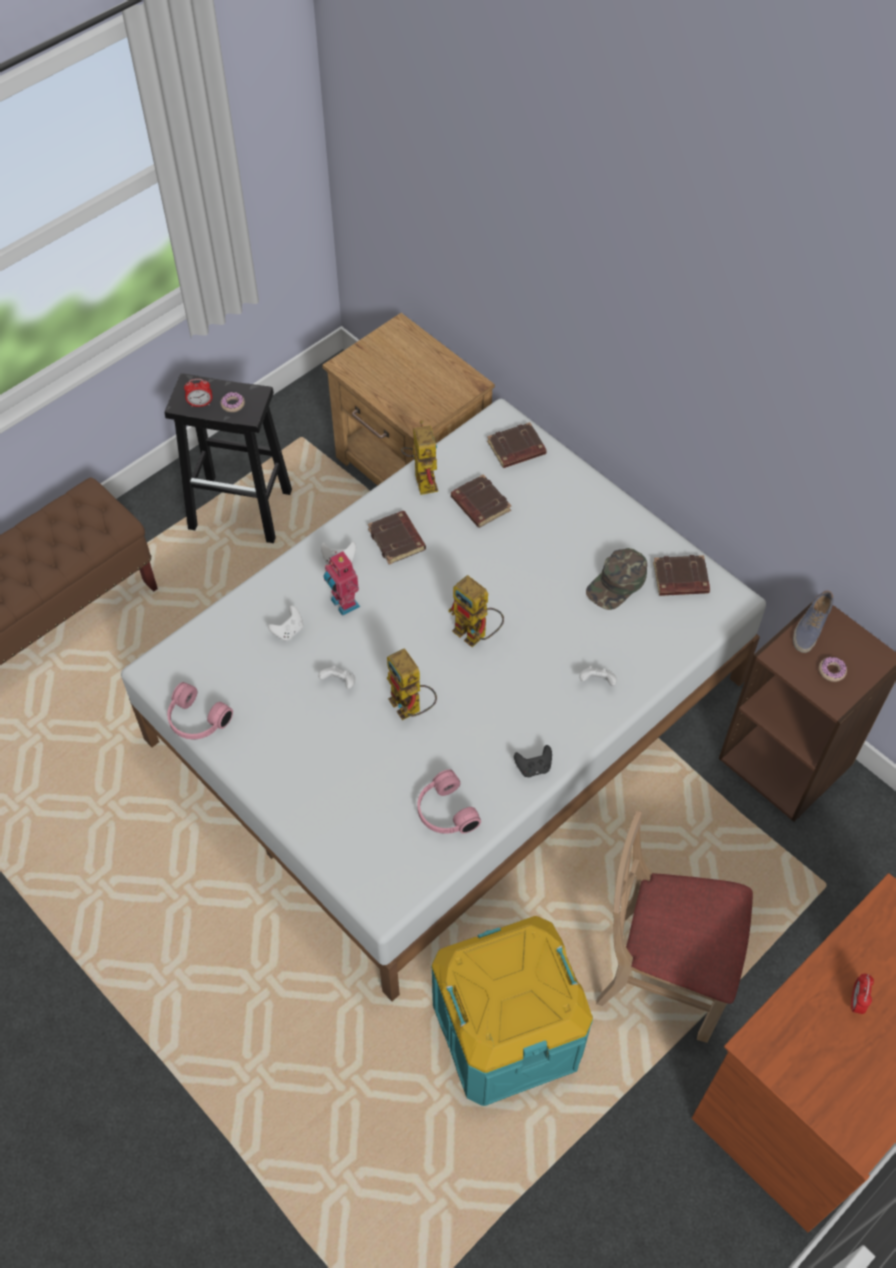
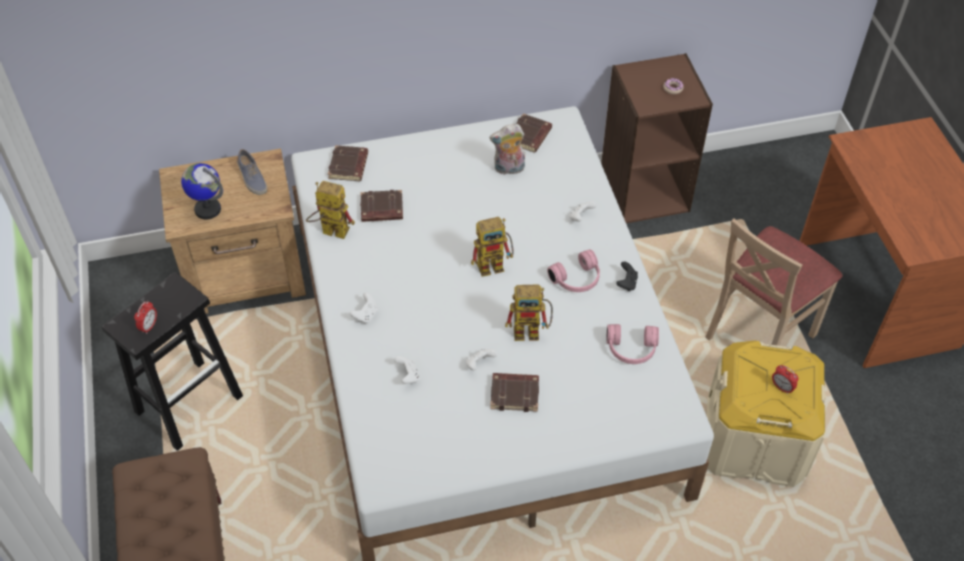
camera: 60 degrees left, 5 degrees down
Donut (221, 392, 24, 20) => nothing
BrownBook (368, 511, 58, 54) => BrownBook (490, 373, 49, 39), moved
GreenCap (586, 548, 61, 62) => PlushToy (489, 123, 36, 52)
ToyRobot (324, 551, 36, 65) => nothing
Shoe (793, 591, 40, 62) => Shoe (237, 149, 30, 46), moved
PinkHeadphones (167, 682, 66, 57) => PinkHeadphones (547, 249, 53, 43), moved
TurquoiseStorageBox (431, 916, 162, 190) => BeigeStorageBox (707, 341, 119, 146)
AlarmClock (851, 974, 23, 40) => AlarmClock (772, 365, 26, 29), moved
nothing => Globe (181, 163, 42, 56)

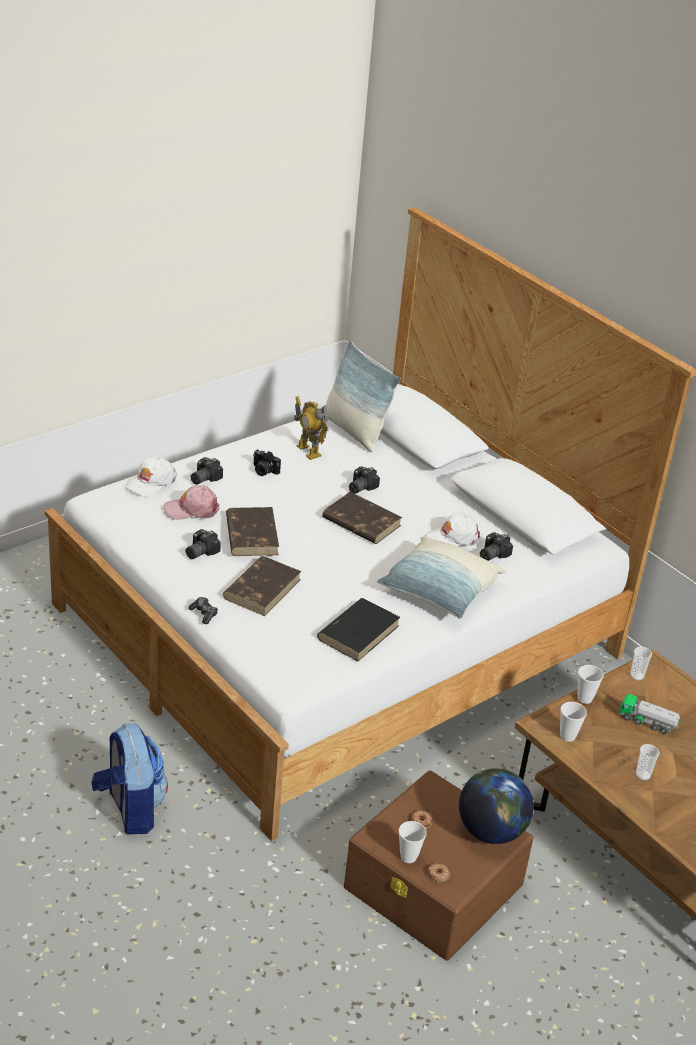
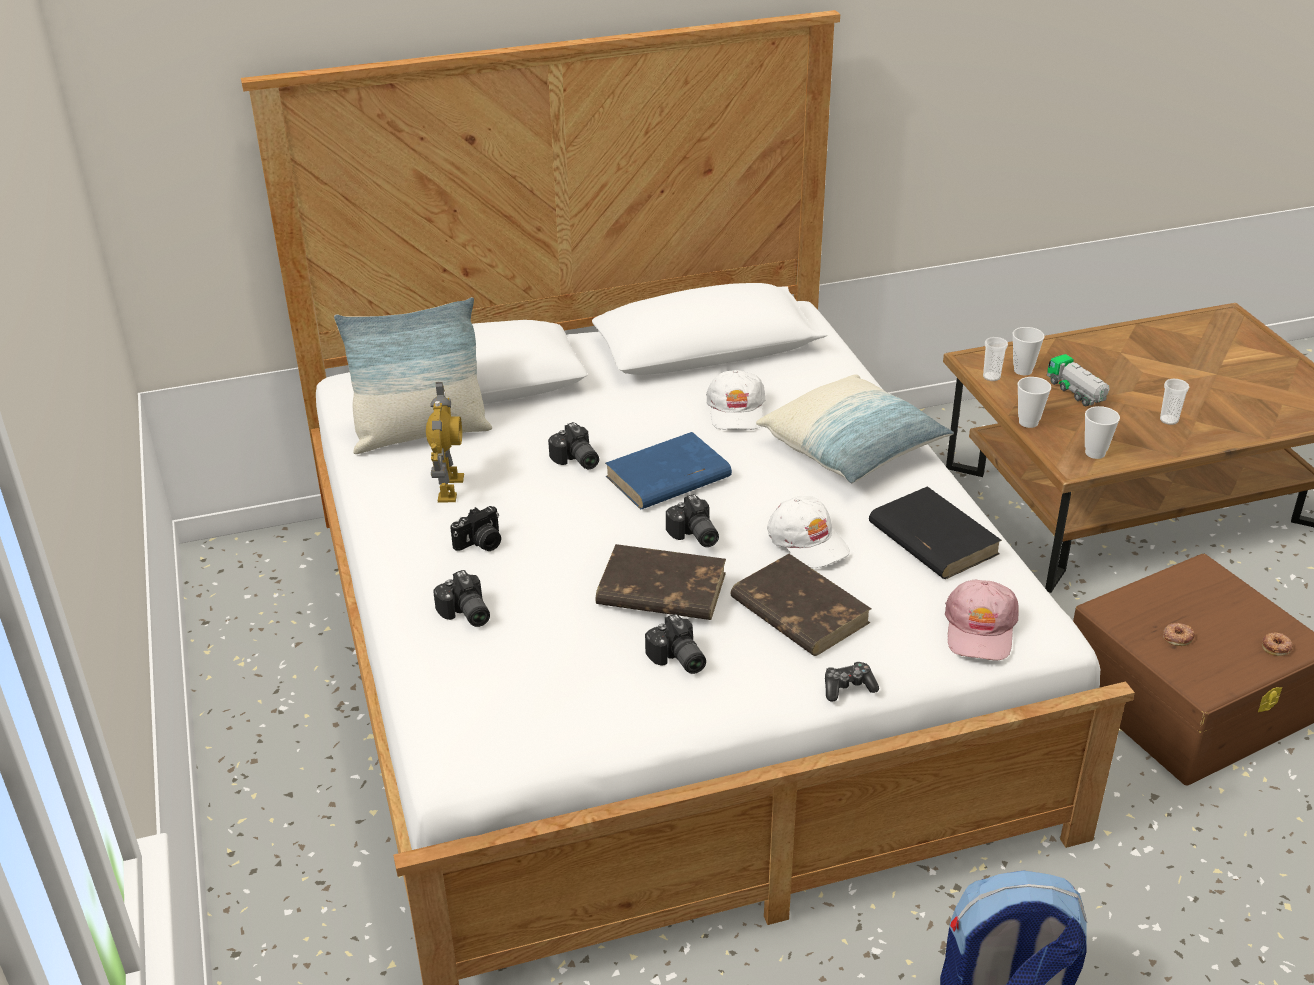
camera: 65 degrees left, 0 degrees up
ToyRobot (294, 396, 35, 64) => ToyRobot (426, 382, 38, 121), 75 degrees counterclockwise
WhiteCap (126, 456, 51, 41) => WhiteCap (767, 496, 83, 72), moved
PinkCap (164, 485, 56, 35) => PinkCap (945, 580, 74, 81), moved
BrownBook (322, 492, 80, 52) => BlueBook (605, 432, 127, 77)
PhotoCamera (480, 532, 33, 29) => PhotoCamera (666, 494, 53, 53), moved
ToyTruck (619, 694, 61, 40) => ToyTruck (1047, 354, 63, 53), 105 degrees clockwise
Globe (459, 768, 75, 76) => nothing
Cup (399, 821, 28, 42) => Cup (1012, 327, 32, 48), moved

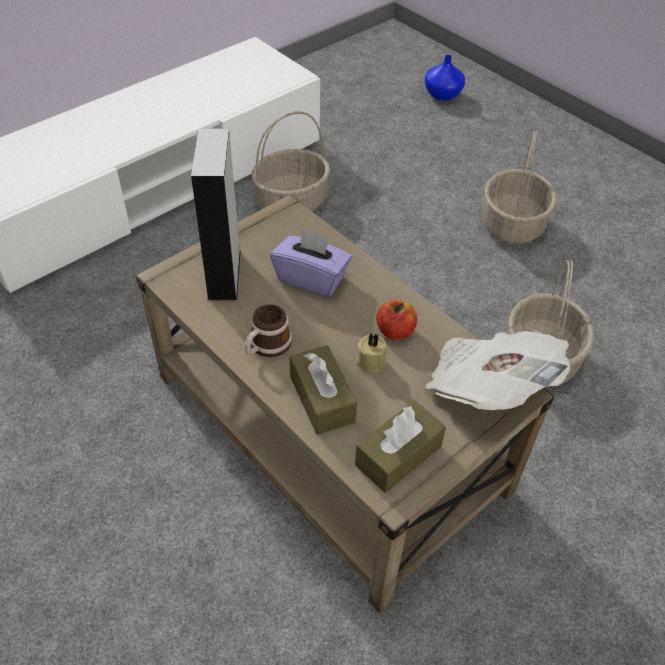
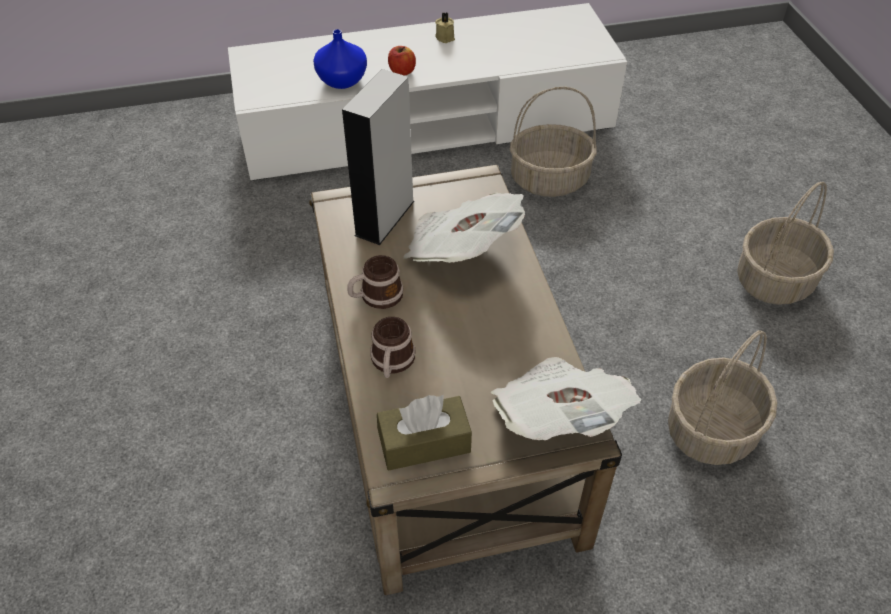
camera: 30 degrees right, 0 degrees up
BlueVase (425, 55, 40, 46) => BlueVase (313, 29, 54, 60), moved
PurpleTissueBox (270, 228, 82, 69) => Newspaper (403, 193, 122, 70)
Apple (376, 300, 41, 40) => Apple (388, 46, 28, 30), moved
BeigeCandle (356, 332, 31, 41) => BeigeCandle (435, 12, 20, 31), moved
BrownTissueBox (290, 345, 67, 90) => Mug (370, 317, 45, 61)

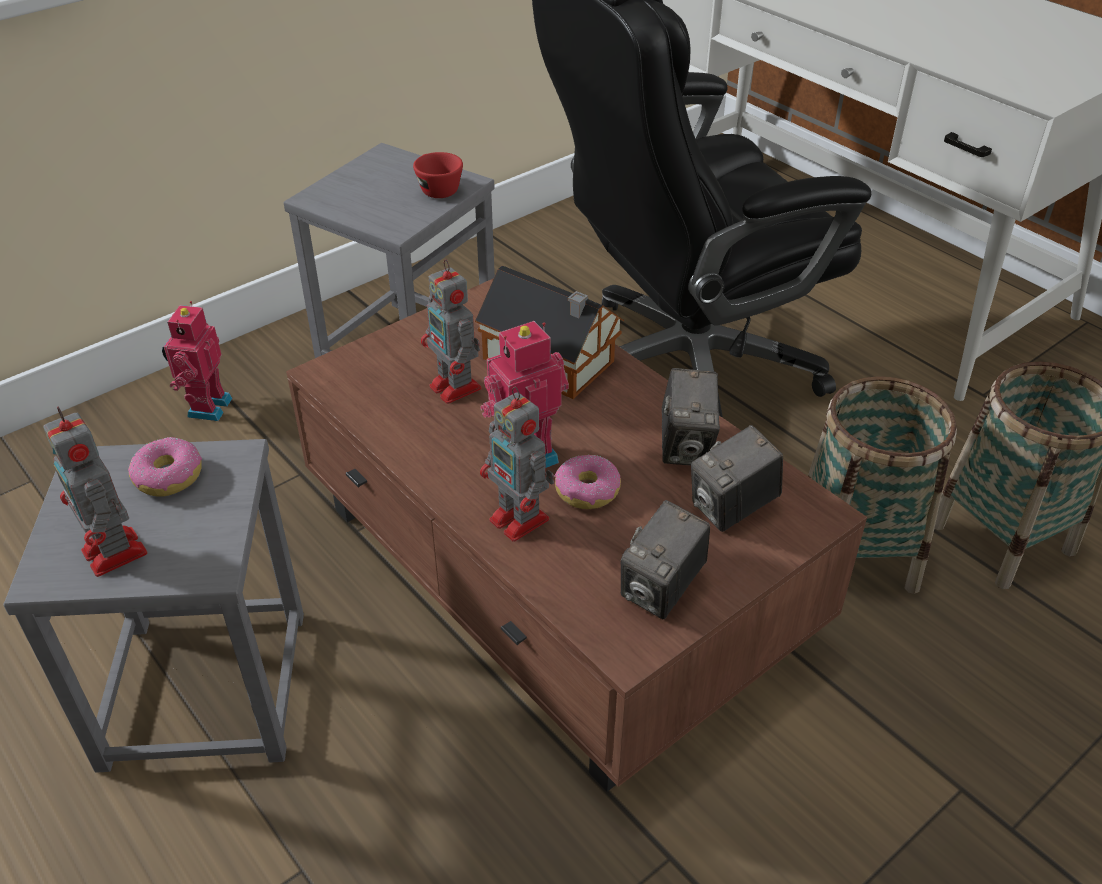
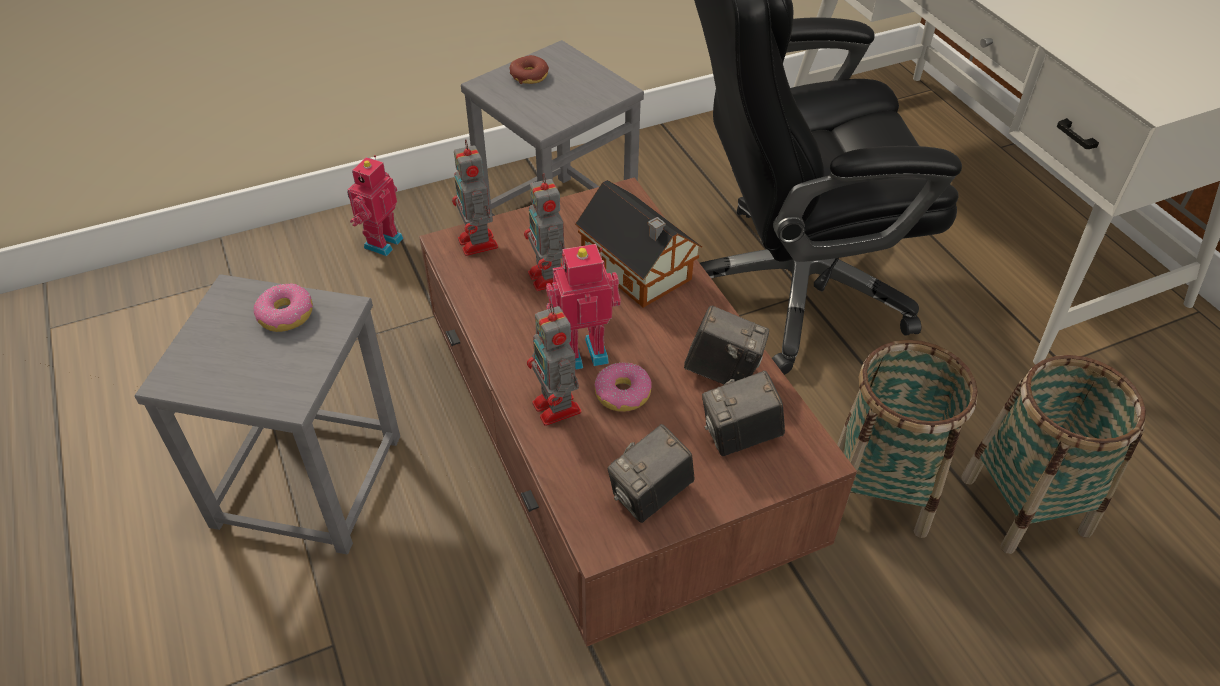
camera: 15 degrees right, 5 degrees up
RedCup (413, 152, 50, 46) => nothing
PhotoCamera (662, 368, 58, 98) => PhotoCamera (684, 305, 85, 79), 90 degrees counterclockwise
ToyRobot (43, 407, 105, 170) => ToyRobot (452, 139, 46, 117), moved
nothing => Donut (510, 55, 39, 29)

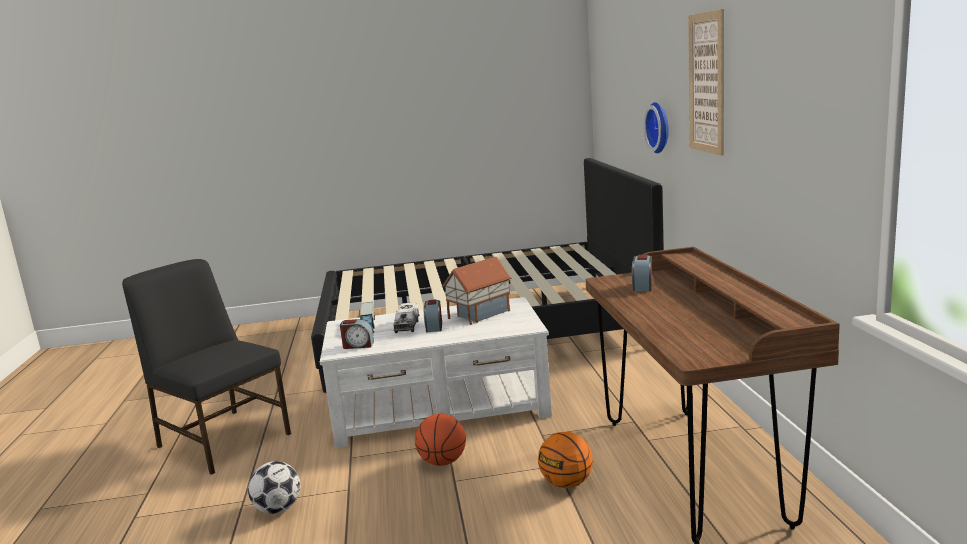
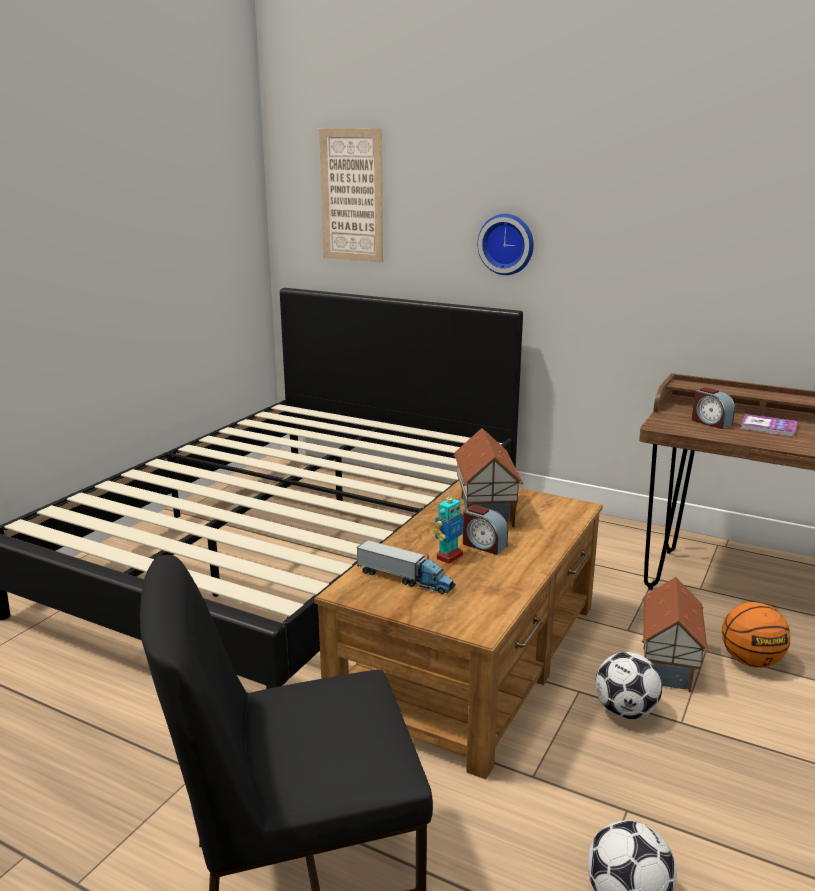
camera: 55 degrees left, 5 degrees up
Picture (688, 9, 36, 147) => Picture (319, 128, 64, 135), moved
WhiteCoffeeTable (320, 297, 232, 151) => BrownCoffeeTable (314, 481, 289, 299)
ToyTruck (394, 303, 26, 30) => ToyRobot (433, 491, 30, 73)
AlarmClock (340, 319, 34, 30) => nothing
Basketball (415, 414, 51, 52) => Football (595, 652, 67, 67)
nothing => Book (741, 414, 57, 23)
nothing => ToyHouse (641, 577, 68, 116)

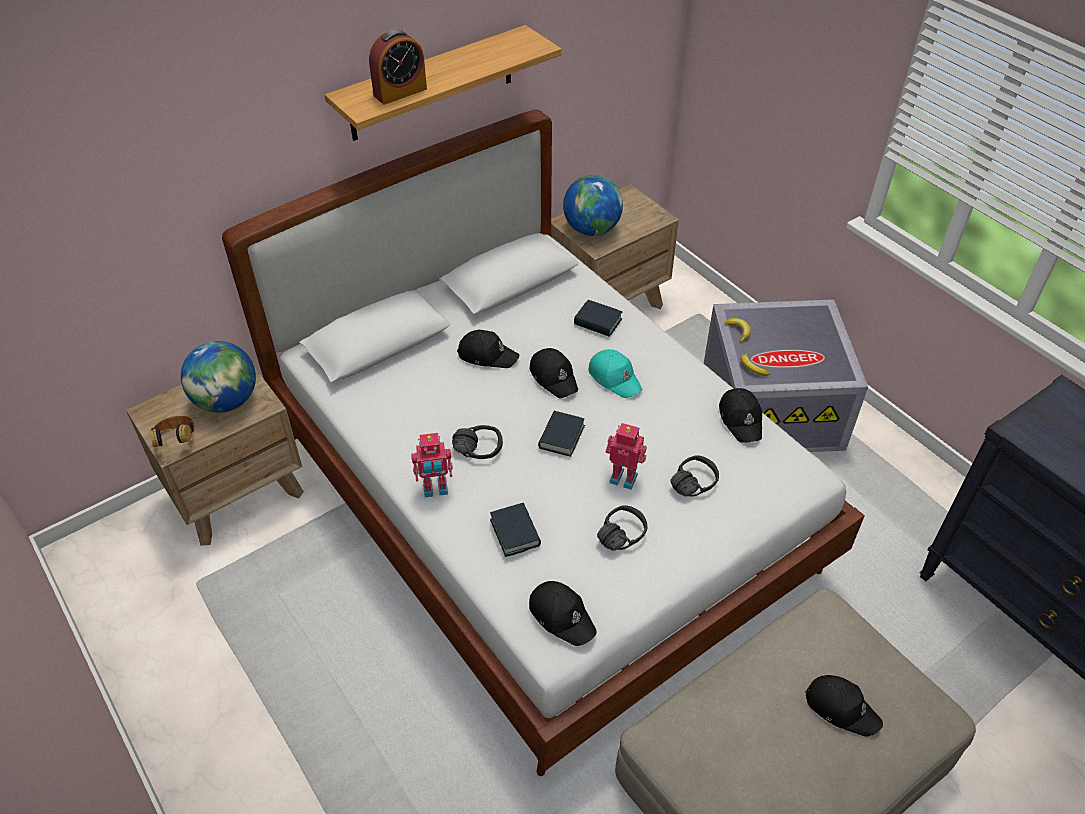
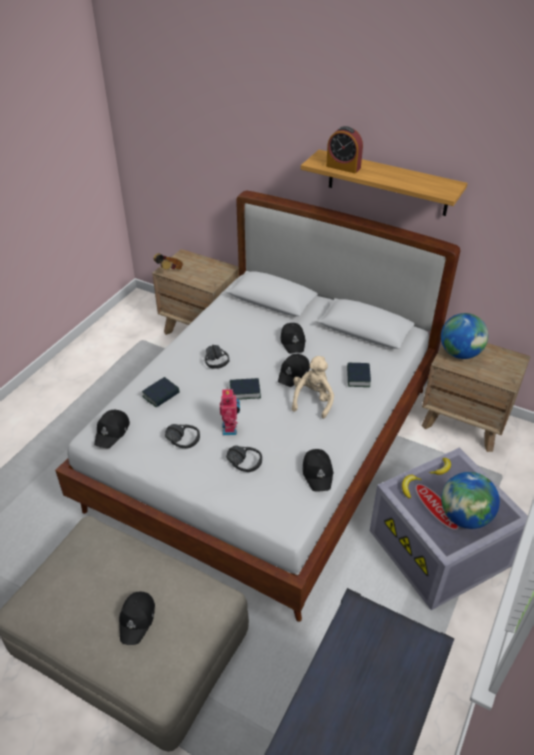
camera: 65 degrees right, 5 degrees down
Globe (181, 341, 75, 72) => Globe (441, 472, 59, 57), moved
TurquoiseCap (589, 349, 53, 49) => BeigePlushToy (292, 356, 42, 63)
BlackCap (719, 388, 43, 55) => BlackCap (303, 449, 31, 43), 60 degrees counterclockwise
ToyRobot (411, 433, 42, 64) => nothing

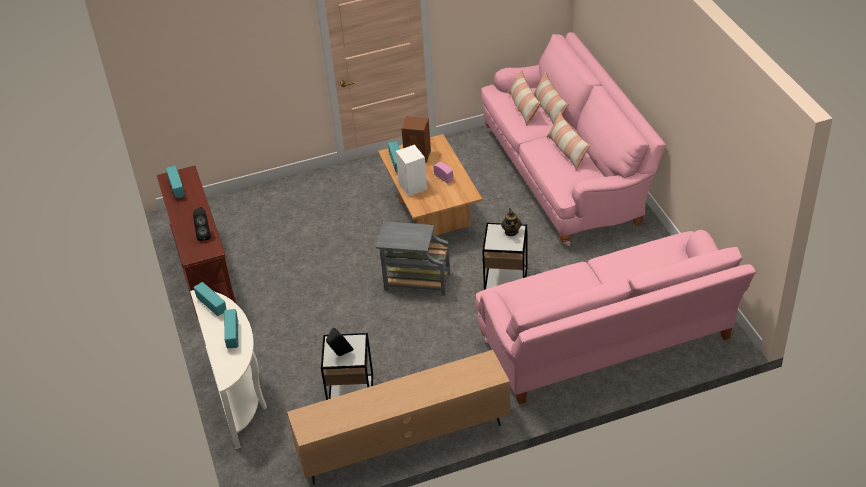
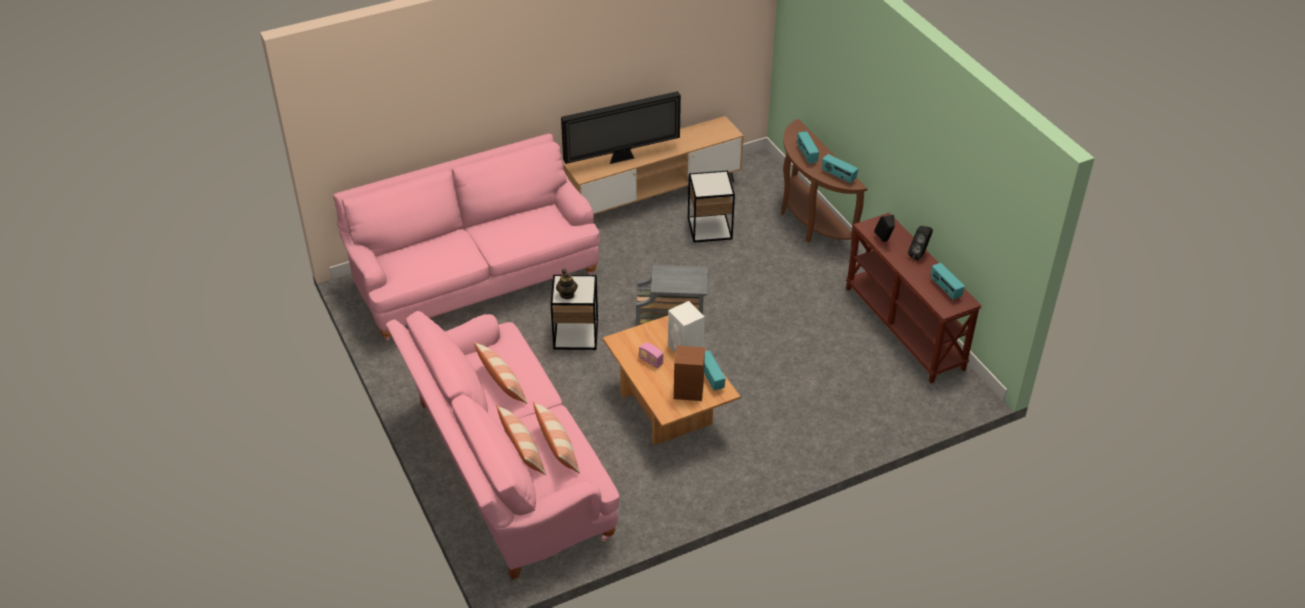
camera: 170 degrees right, 0 degrees up
WhiteConsoleTable (190, 290, 76, 159) => BrownConsoleTable (781, 119, 86, 128)
BlackSpeaker (326, 328, 27, 28) => BlackSpeaker (908, 226, 25, 35), moved
nothing => Television (561, 91, 120, 73)

